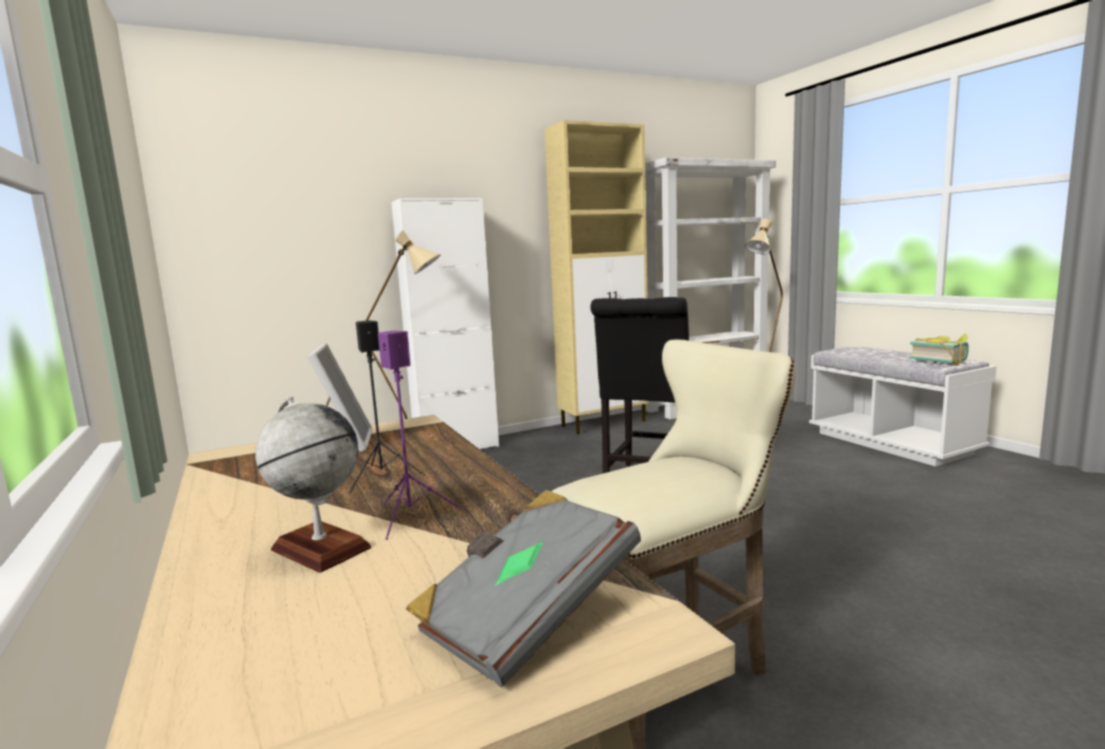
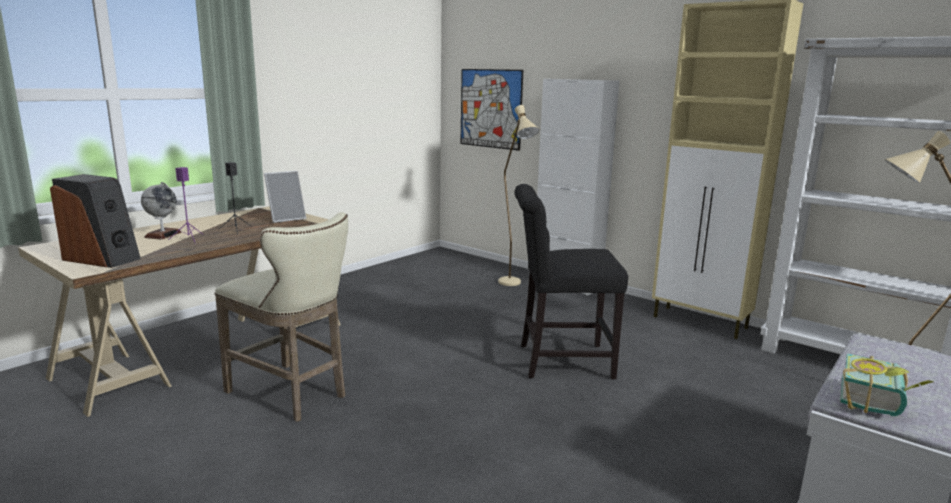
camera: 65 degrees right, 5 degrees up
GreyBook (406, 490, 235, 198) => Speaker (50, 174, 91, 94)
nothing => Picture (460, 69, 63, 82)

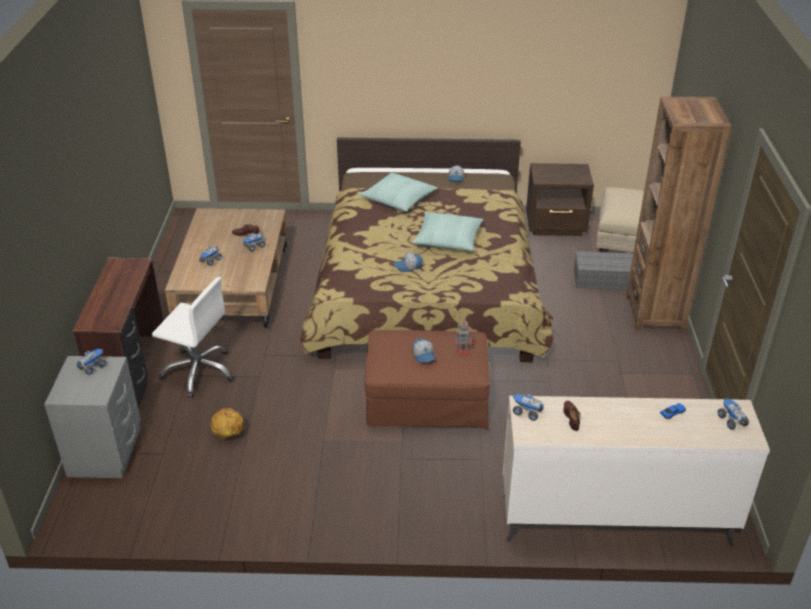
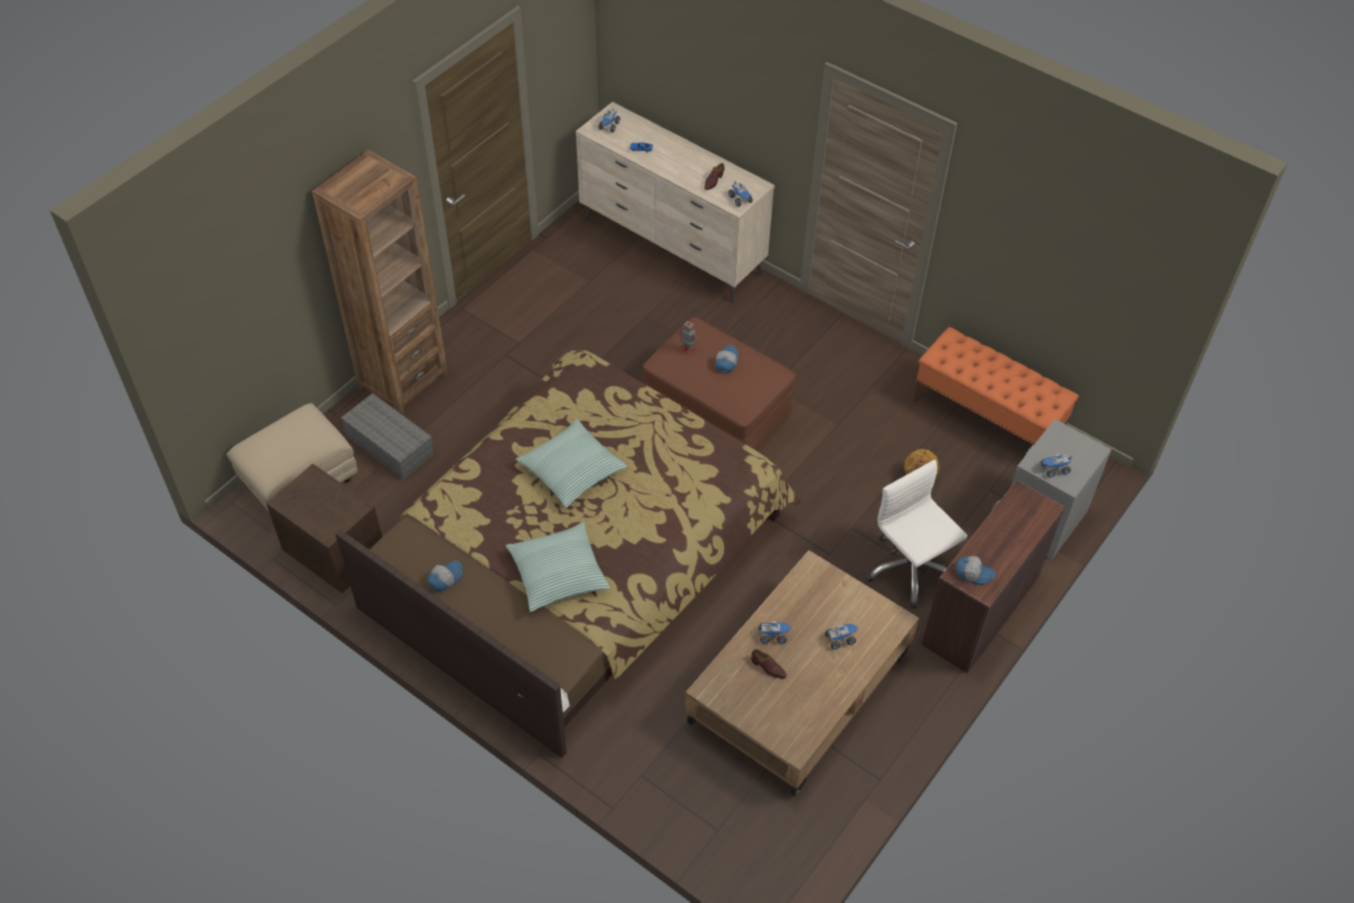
camera: 145 degrees left, 15 degrees up
Cap (393, 253, 29, 19) => Cap (956, 556, 40, 29), moved
nothing => OrangeBench (913, 327, 166, 118)

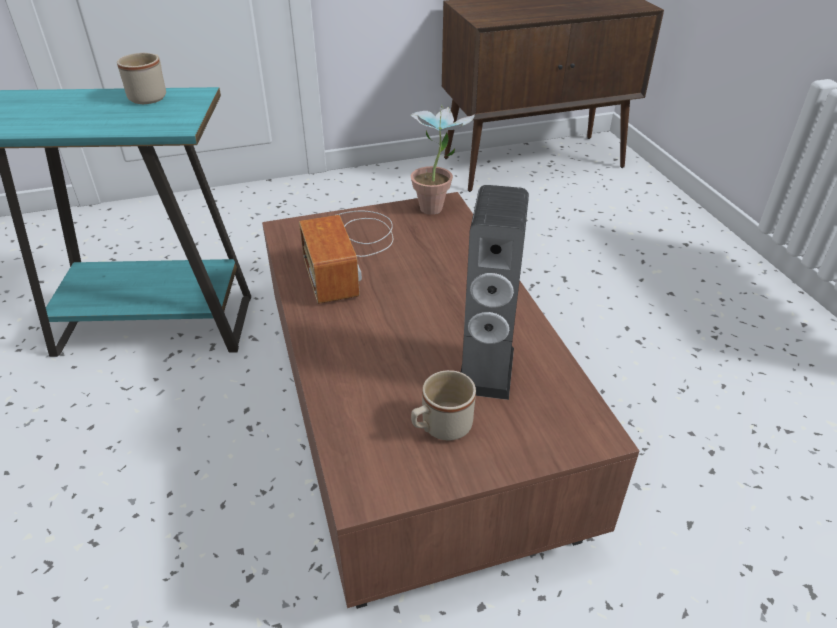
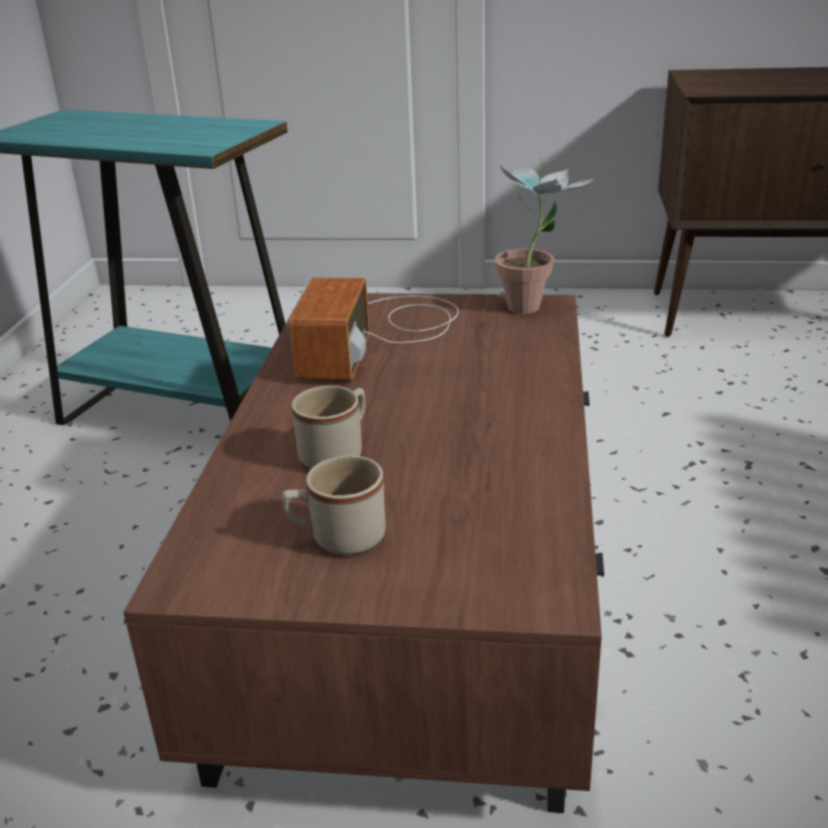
camera: 25 degrees right, 10 degrees down
BeigeMug (117, 53, 49, 51) => BeigeMug (291, 386, 74, 83), moved
Speaker (461, 185, 68, 215) => nothing

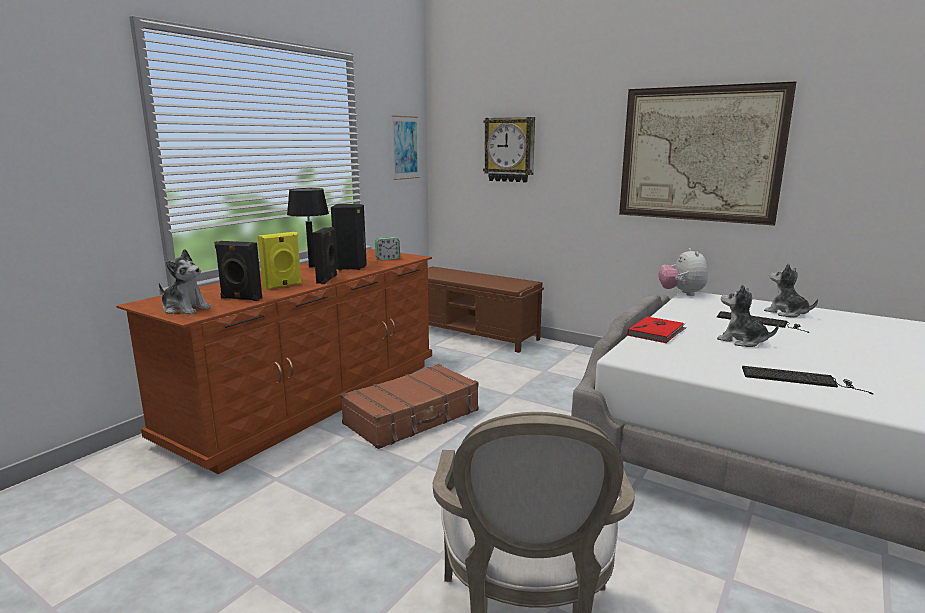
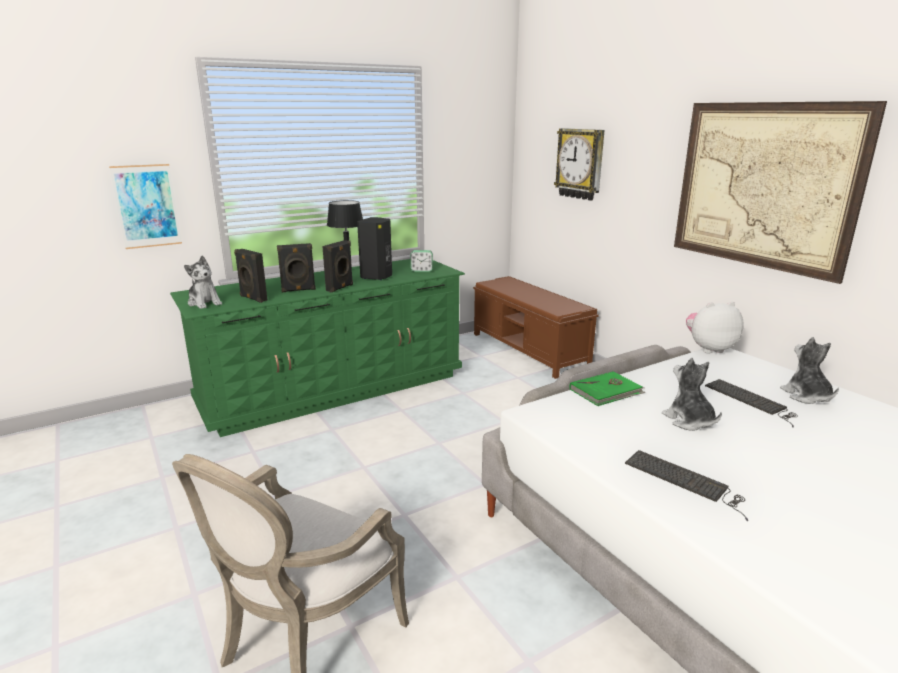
camera: 25 degrees right, 5 degrees up
Picture (391, 115, 28, 65) => Picture (109, 164, 73, 85), moved
YellowSpeaker (258, 232, 44, 58) => BlackSpeaker (277, 243, 39, 49)
PlushToy (658, 248, 50, 48) => PlushToy (686, 301, 58, 53), 60 degrees clockwise
BrownDresser (116, 249, 316, 225) => GreenDresser (170, 259, 295, 178)
RedBook (627, 316, 60, 27) => GreenBook (570, 371, 76, 35)
BrownSuitcase (340, 364, 139, 85) => nothing

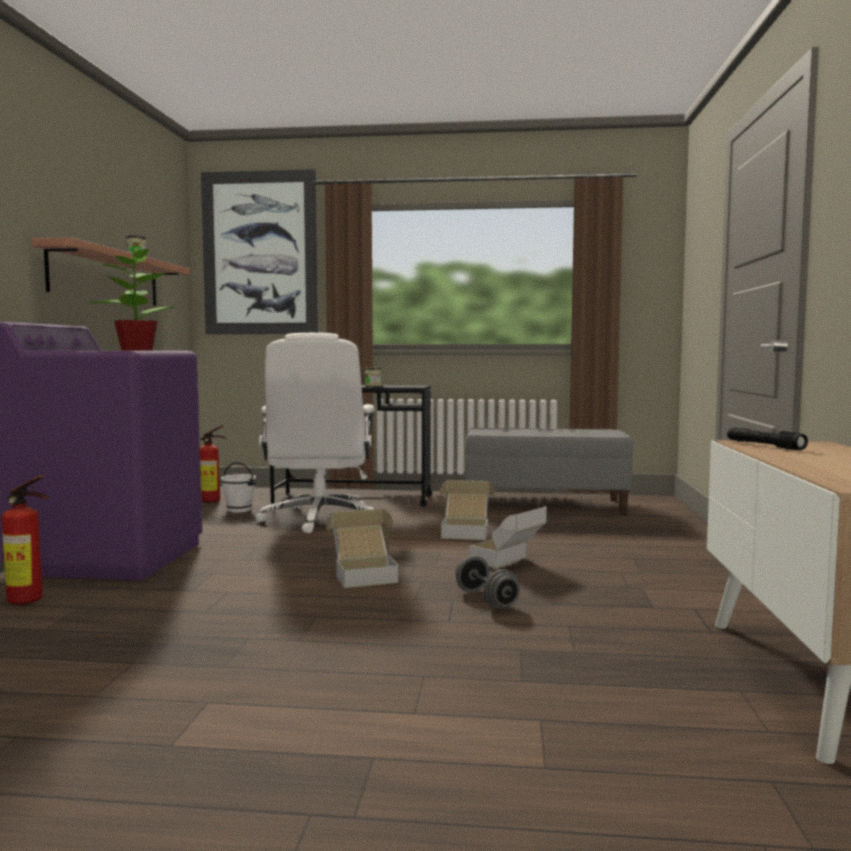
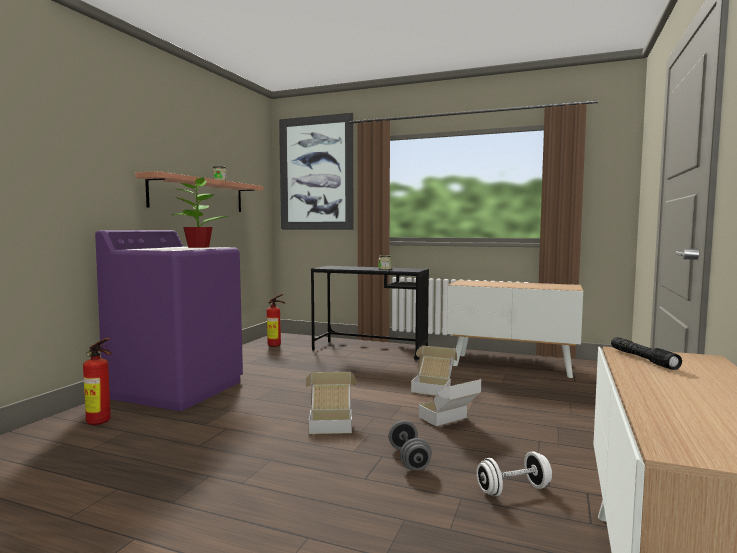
camera: 15 degrees right, 0 degrees up
WhiteOfficeChair (256, 333, 119, 200) => nothing
GreyBench (465, 428, 168, 86) => Cabinet (447, 280, 136, 98)
WhiteBucket (221, 462, 35, 51) => nothing
nothing => WhiteDumbbell (476, 451, 76, 45)

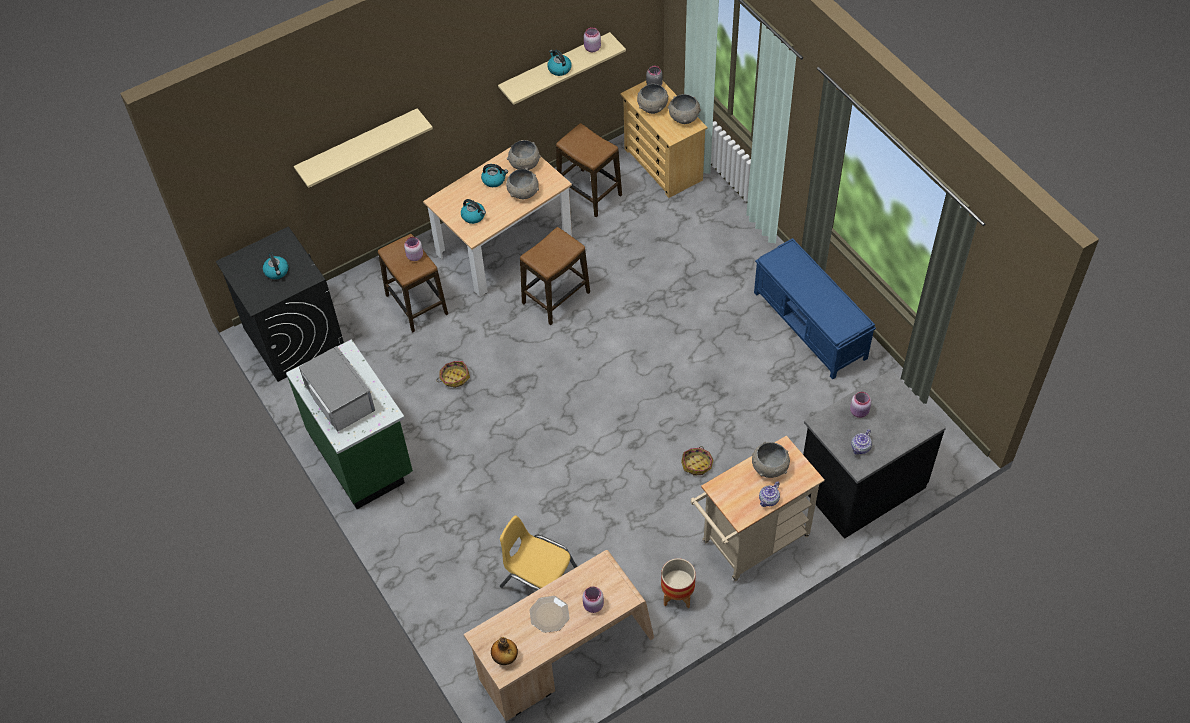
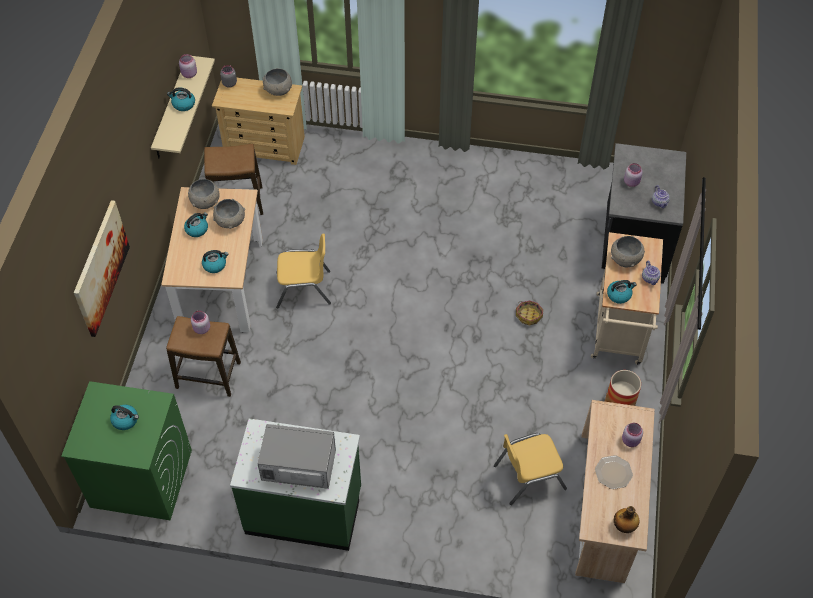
camera: 50 degrees left, 0 degrees up
GreyBowl (637, 84, 31, 30) => nothing
BeigeShelf (294, 108, 139, 80) => Picture (74, 200, 56, 137)
BlackWashingMachine (216, 226, 128, 156) => GreenWashingMachine (61, 381, 131, 139)
Stool (520, 227, 70, 98) => YellowChair (276, 234, 55, 74)
BlueBench (754, 238, 122, 141) => nothing
Basket (436, 361, 34, 27) => nothing
nothing => Kettle (607, 280, 30, 24)

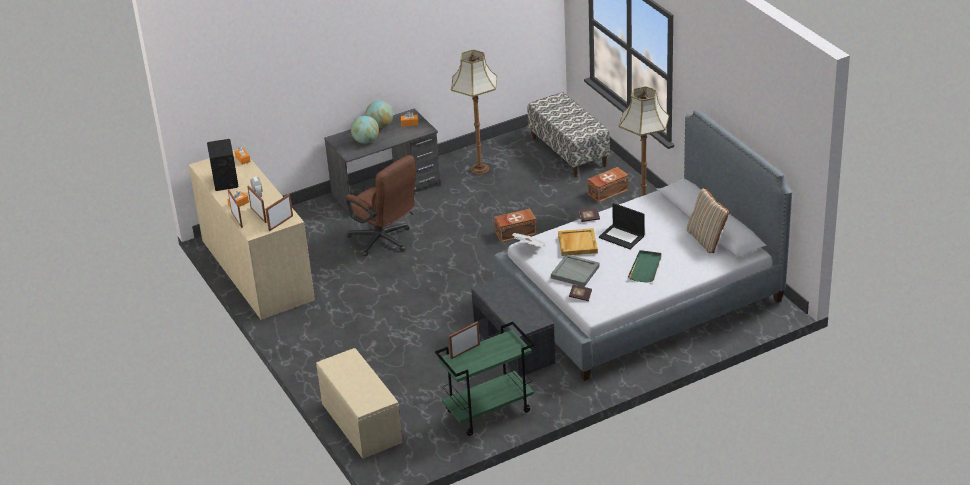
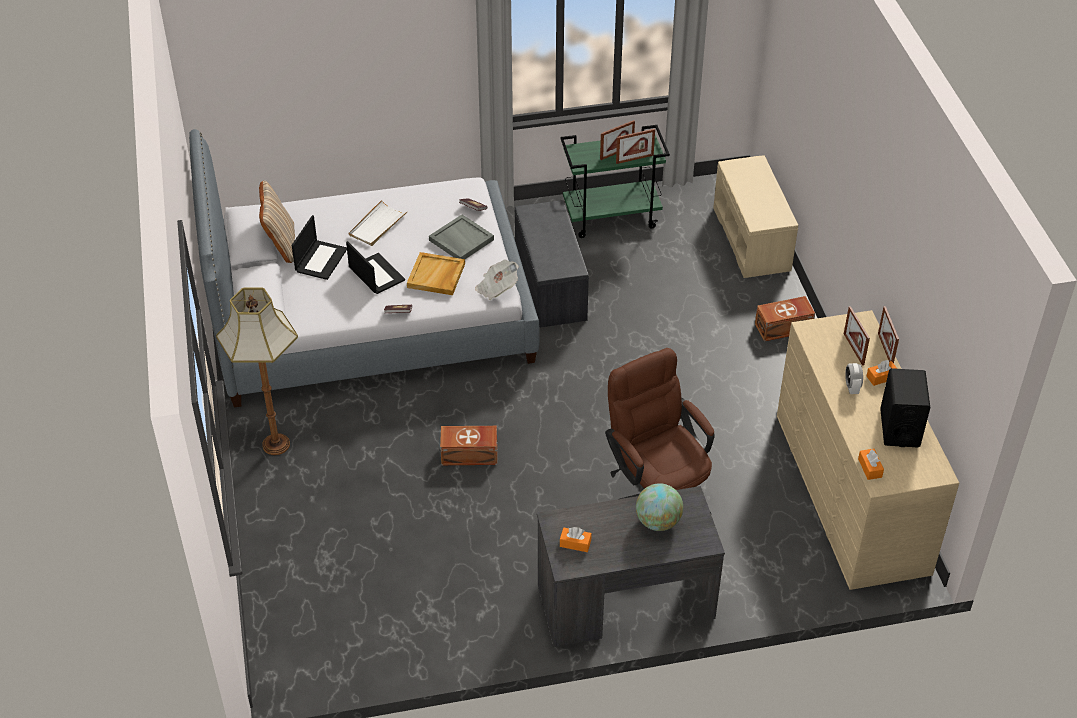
camera: 165 degrees left, 10 degrees up
FloorLamp (451, 50, 46, 125) => nothing
Bench (527, 92, 83, 85) => nothing
Globe (365, 100, 28, 28) => nothing
BrownStorageBox (587, 167, 41, 36) => BrownStorageBox (755, 296, 60, 45), moved
PictureFrame (265, 194, 28, 37) => PictureFrame (600, 120, 35, 40), moved
GreenTray (628, 250, 34, 33) => WhiteTray (349, 200, 59, 46)
nothing => Laptop (292, 215, 55, 65)

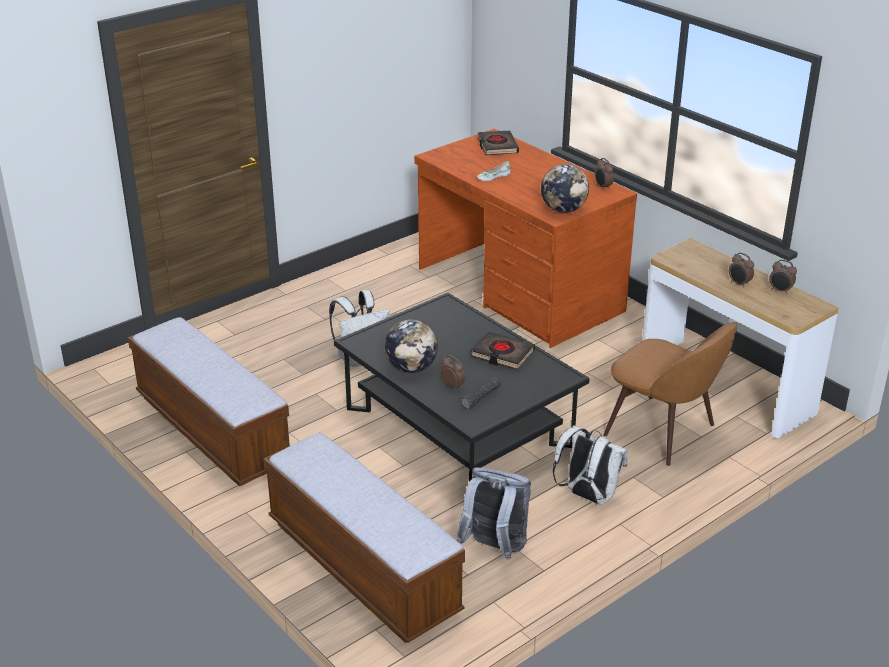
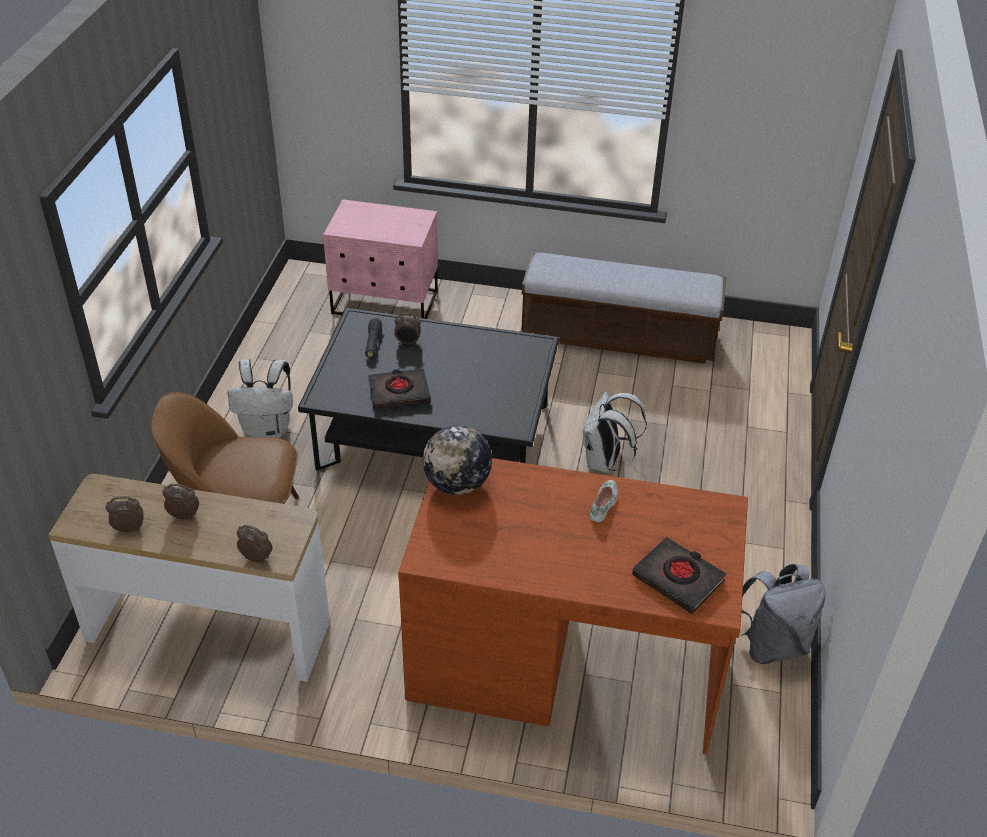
camera: 140 degrees right, 10 degrees up
AlarmClock (594, 158, 20, 32) => AlarmClock (237, 525, 35, 40), moved
Globe (385, 319, 53, 54) => nothing
Bench (263, 433, 202, 210) => PinkNightstand (323, 199, 115, 120)
GreyBackpack (456, 467, 75, 93) => GreyBackpack (741, 564, 84, 100), moved

